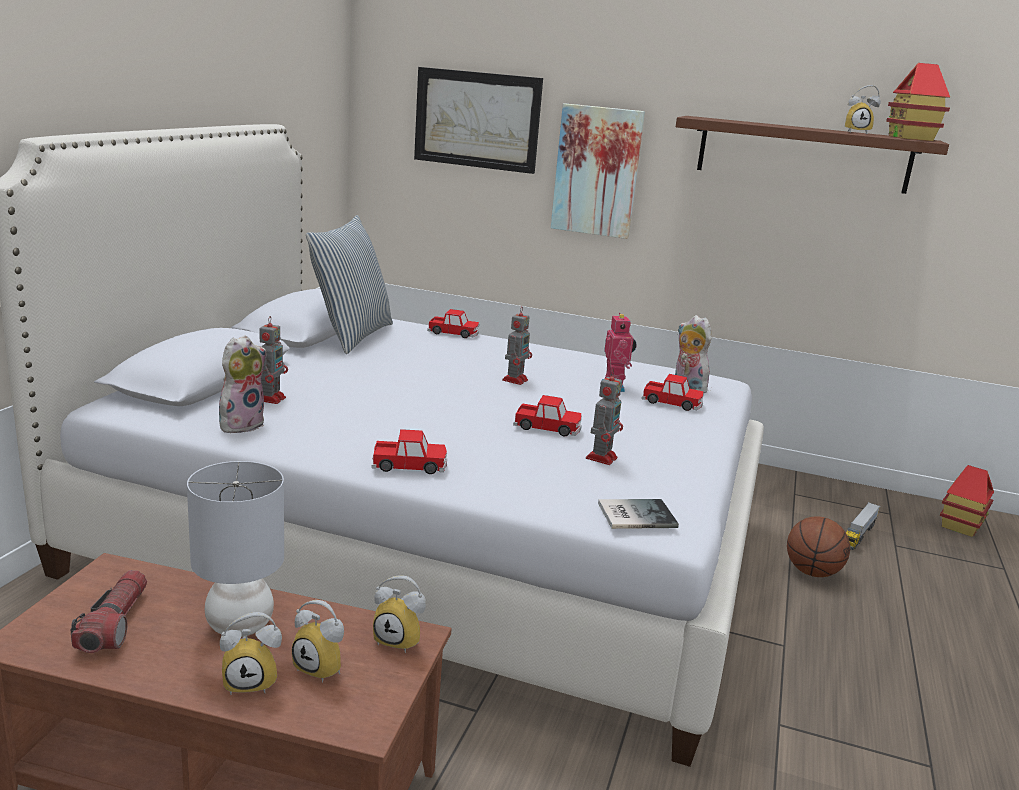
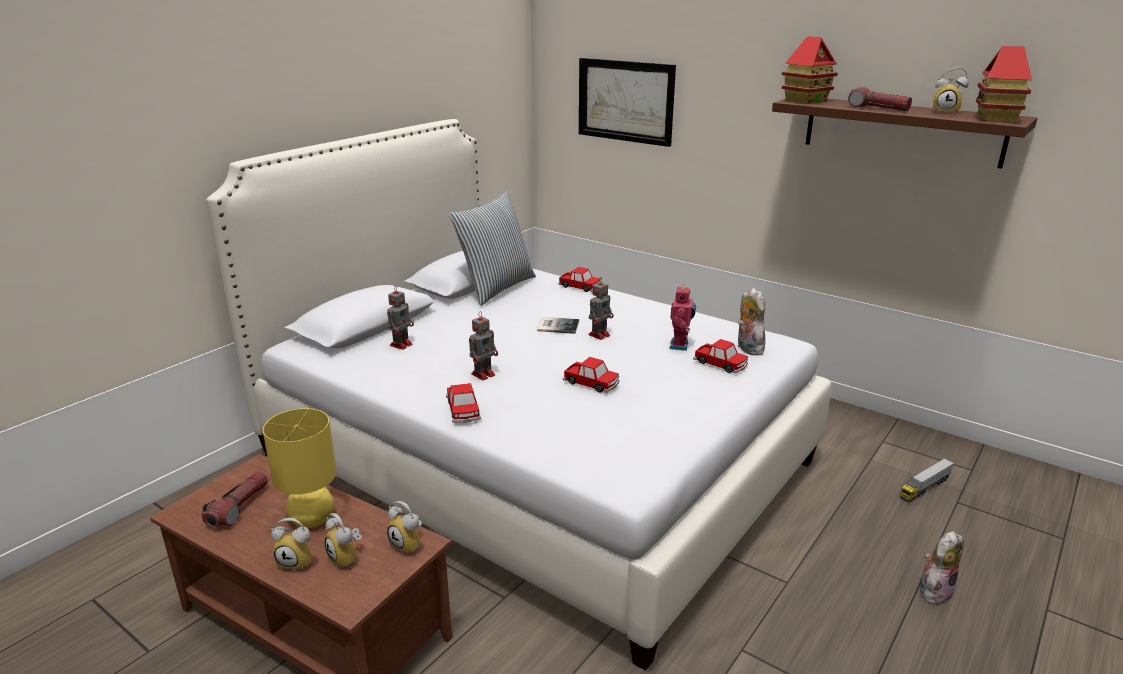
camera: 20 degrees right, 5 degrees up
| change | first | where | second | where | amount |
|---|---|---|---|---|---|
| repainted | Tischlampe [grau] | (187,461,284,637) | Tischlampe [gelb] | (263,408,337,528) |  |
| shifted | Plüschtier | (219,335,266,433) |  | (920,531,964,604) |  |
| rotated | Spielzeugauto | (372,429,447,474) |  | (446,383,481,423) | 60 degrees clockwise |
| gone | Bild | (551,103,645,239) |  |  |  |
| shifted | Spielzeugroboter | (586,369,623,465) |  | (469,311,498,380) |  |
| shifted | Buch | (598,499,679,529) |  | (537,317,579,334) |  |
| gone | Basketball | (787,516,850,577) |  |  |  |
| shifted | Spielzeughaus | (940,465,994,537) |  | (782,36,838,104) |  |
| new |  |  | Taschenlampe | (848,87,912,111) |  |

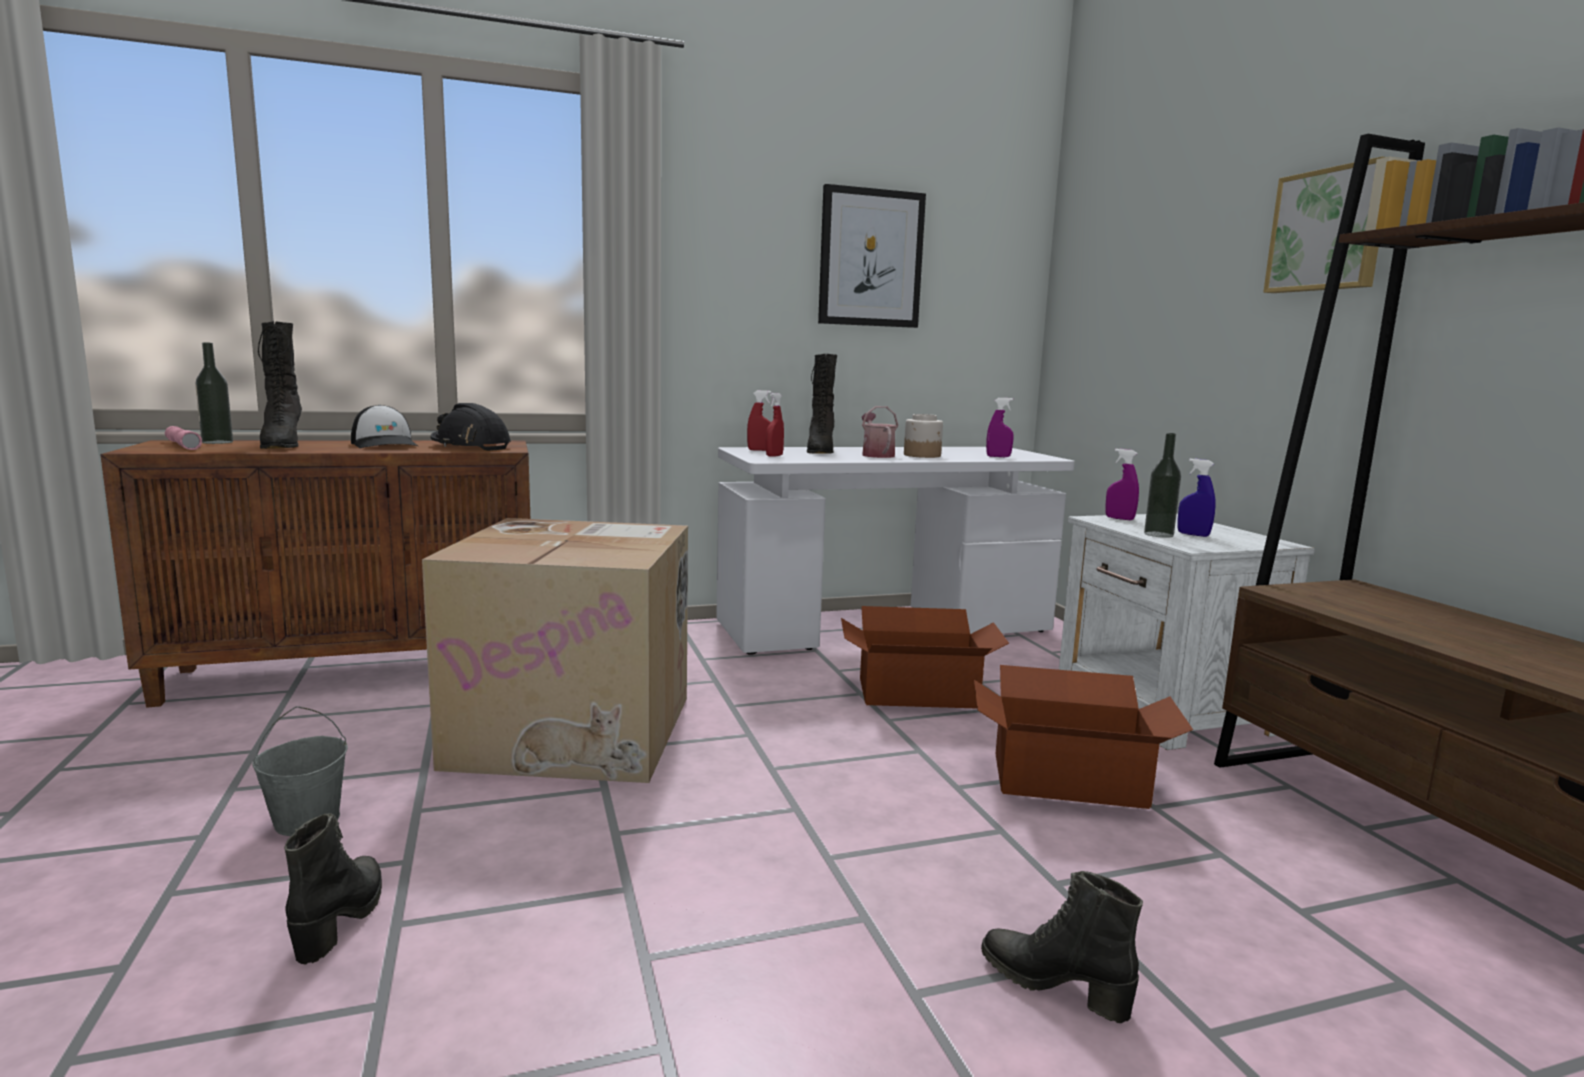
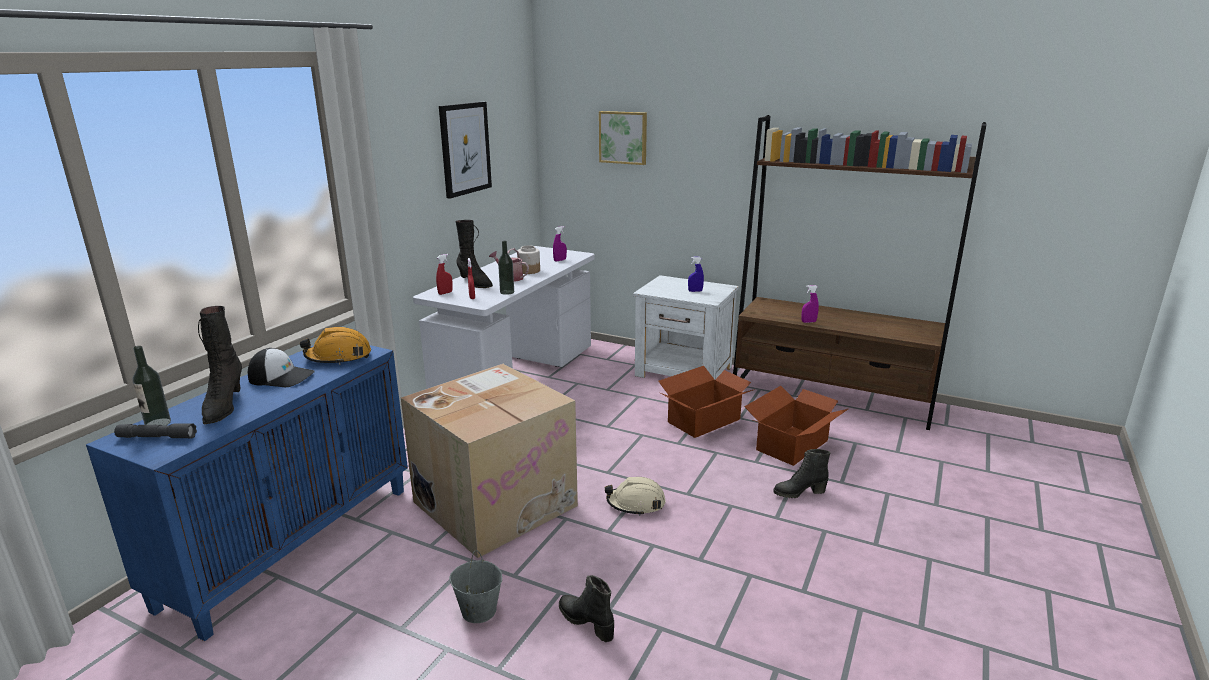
camera: 45 degrees left, 10 degrees up
| change | first | where | second | where | amount |
|---|---|---|---|---|---|
| repainted | Schrank [braun] | (100,440,530,708) | Schrank [blau] | (86,345,408,641) |  |
| repainted | Taschenlampe [rosa] | (165,426,202,450) | Taschenlampe [grau] | (114,423,197,439) |  |
| rotated | Stiefel [schwarz] | (258,321,302,449) |  | (198,306,242,425) | 60 degrees clockwise |
| repainted | Schutzhelm [schwarz] | (431,403,511,451) | Schutzhelm [orange] | (300,327,371,365) |  |
| shifted | Karton | (841,606,1009,709) |  | (744,386,848,466) |  |
| shifted | Sprühflasche [lila] | (1105,449,1139,520) |  | (802,285,819,323) |  |
| shifted | Flasche | (1144,433,1181,538) |  | (498,241,514,295) |  |
| shifted | Bild | (1263,157,1385,293) |  | (599,111,647,165) |  |
| new |  |  | Schutzhelm [beige] | (605,477,665,516) |  |

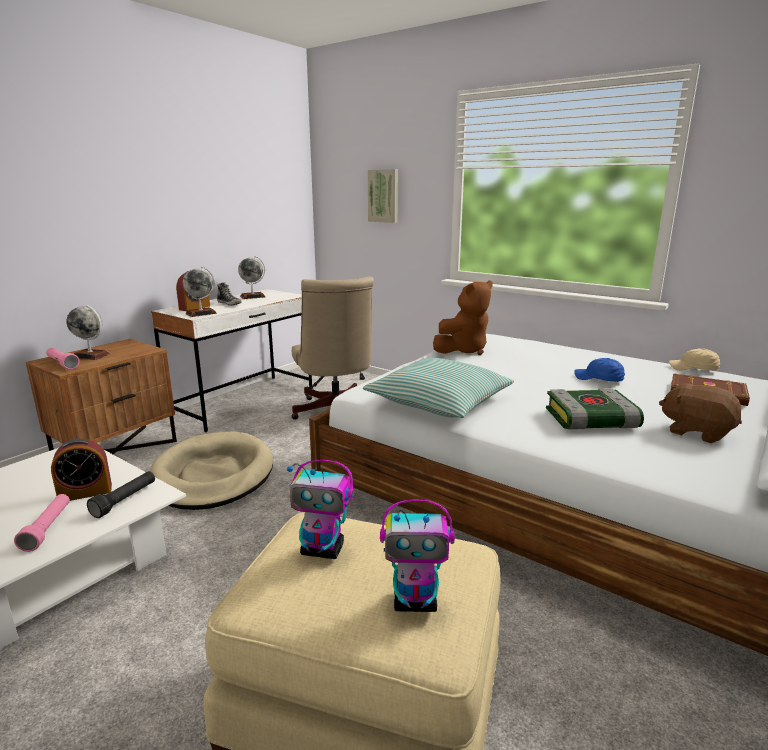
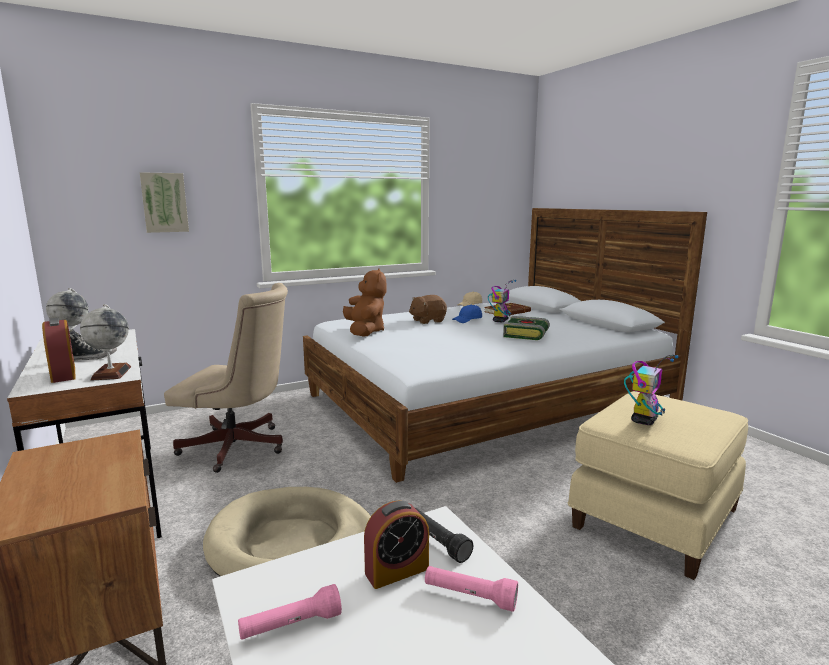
camera: 65 degrees left, 5 degrees down
| change | first | where | second | where | amount |
|---|---|---|---|---|---|
| shifted | Taschenlampe [rosa] | (46,348,80,370) |  | (238,584,342,640) |  |
| rotated | Wecker | (51,438,112,501) |  | (364,500,429,589) | 60 degrees clockwise |
| gone | Globus | (66,305,110,360) |  |  |  |
| gone | Kissen | (363,358,514,418) |  |  |  |
| shifted | Spielzeugroboter | (380,499,455,612) |  | (488,280,516,322) |  |
| shifted | Plüschtier [braun] | (659,382,742,443) |  | (409,295,447,324) |  |

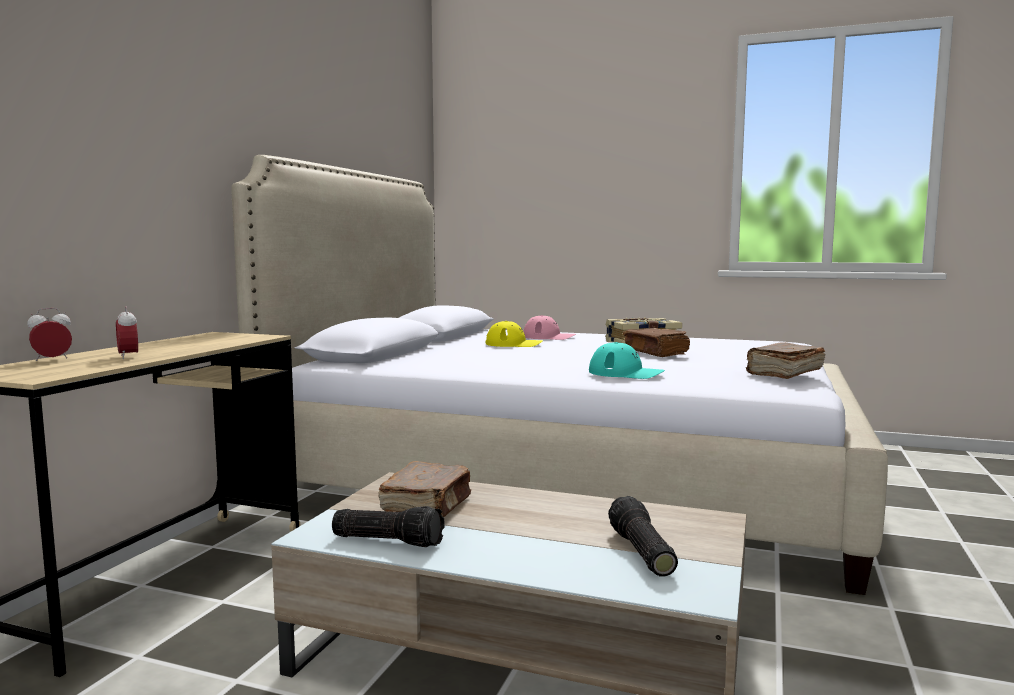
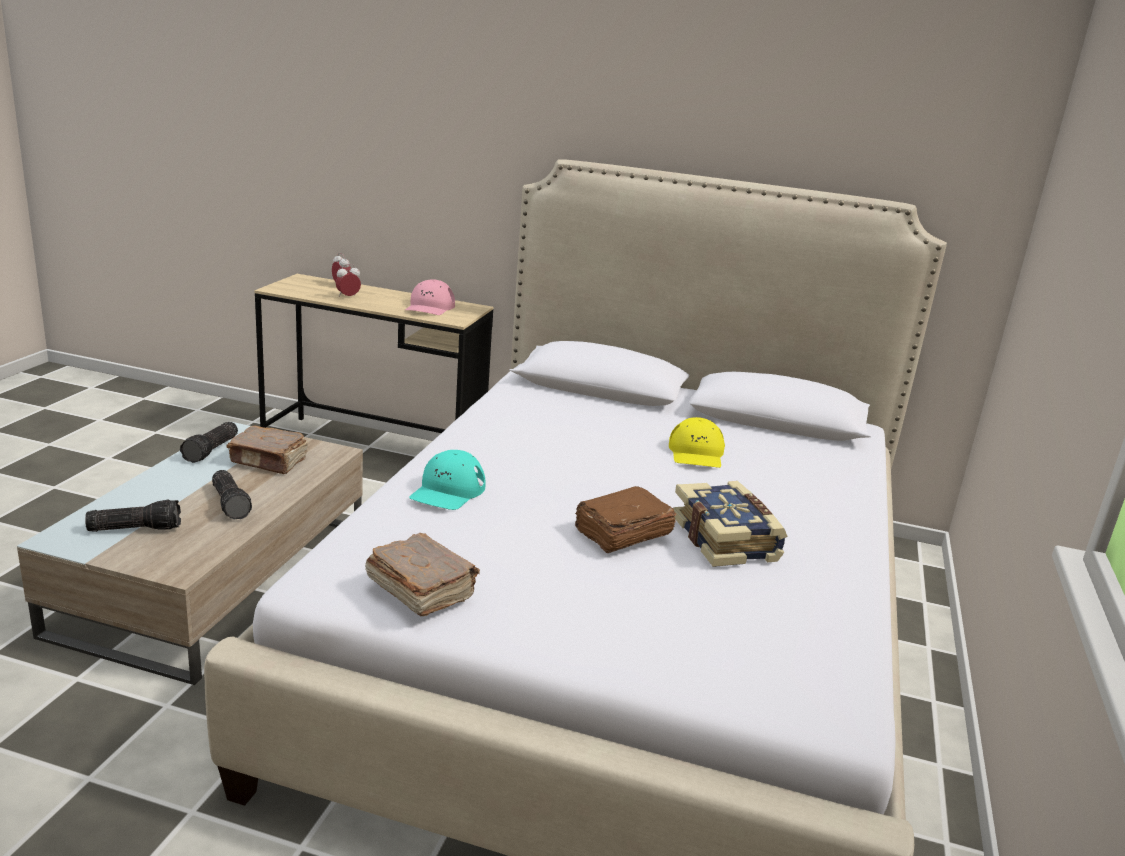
camera: 85 degrees right, 15 degrees up
| change | first | where | second | where | amount |
|---|---|---|---|---|---|
| shifted | Kappe [rosa] | (523,315,576,340) |  | (405,279,455,315) |  |
| new |  |  | Taschenlampe | (212,470,252,520) |  |

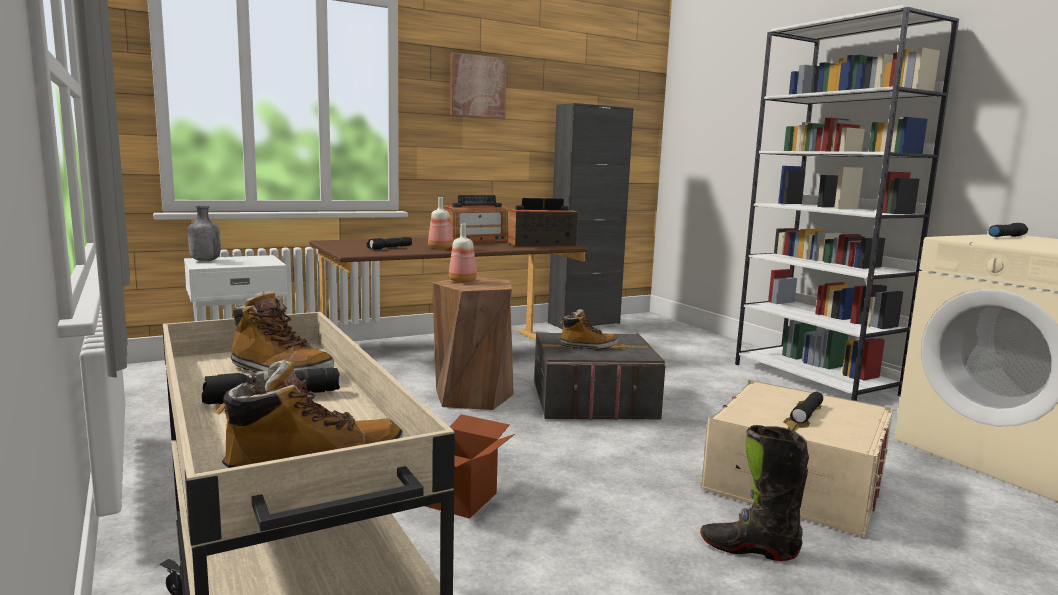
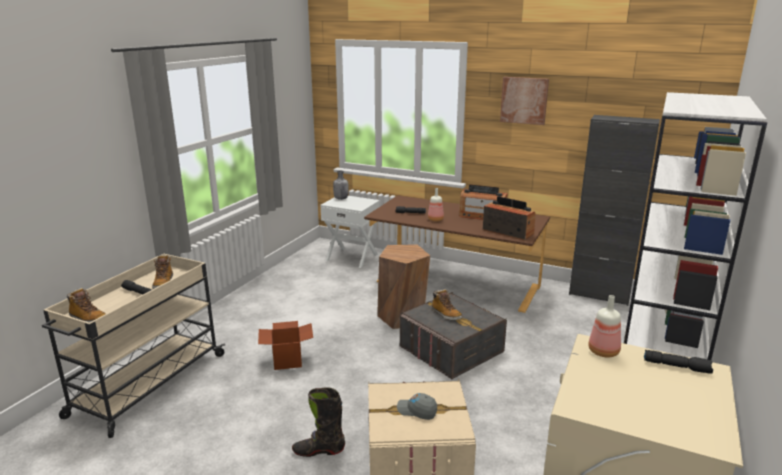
camera: 55 degrees right, 10 degrees up
| change | first | where | second | where | amount |
|---|---|---|---|---|---|
| shifted | Flasche | (449,224,477,283) |  | (588,295,621,358) |  |
| rotated | Stiefel [schwarz] | (700,425,809,561) |  | (292,387,345,457) | 75 degrees counterclockwise |
| swapped | Taschenlampe [schwarz] | (790,392,823,424) | Kappe [grau] | (397,393,437,420) |  |

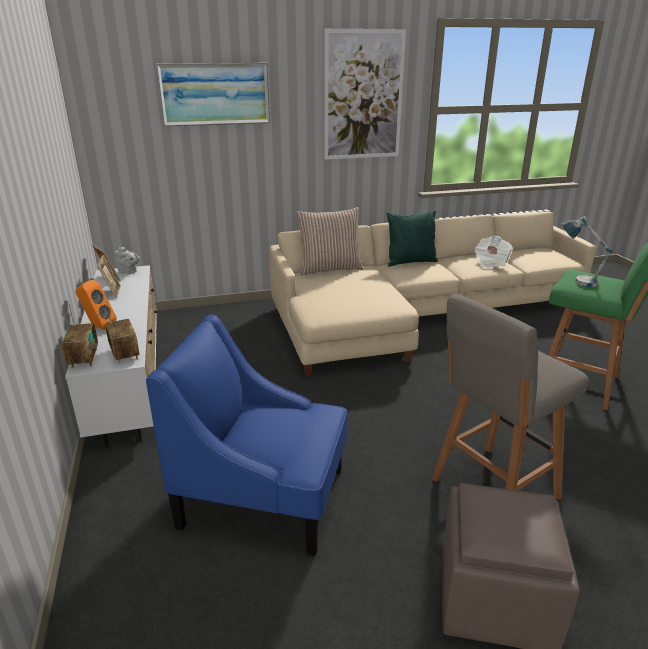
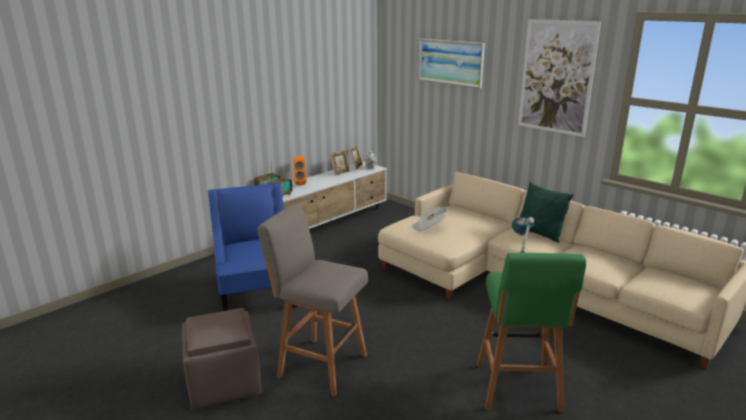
camera: 60 degrees right, 5 degrees down
| change | first | where | second | where | amount |
|---|---|---|---|---|---|
| gone | Kissen | (296,207,363,275) |  |  |  |
| shifted | Zeitung | (474,236,513,268) |  | (410,207,448,232) |  |

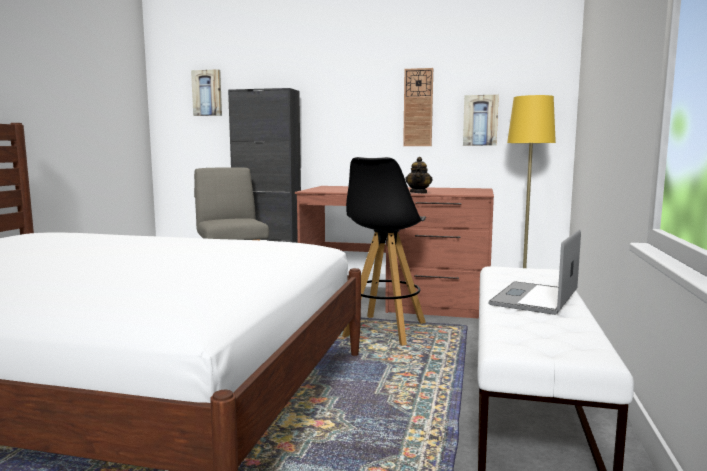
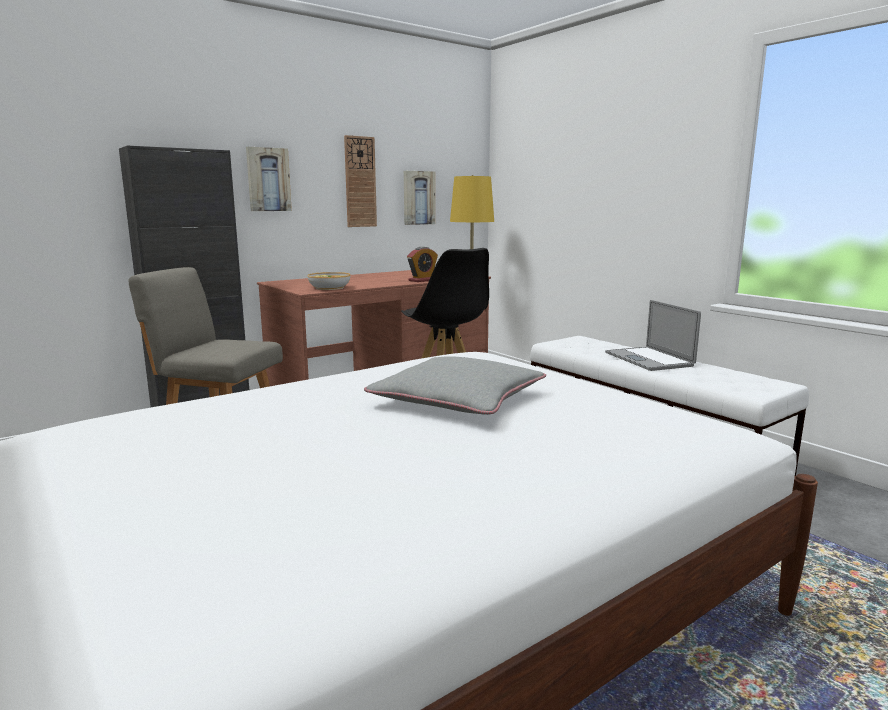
camera: 50 degrees left, 5 degrees up
| change | first | where | second | where | amount |
|---|---|---|---|---|---|
| shifted | Bild | (191,69,222,116) |  | (246,147,292,211) |  |
| swapped | Teekanne | (405,157,433,193) | Wecker | (407,247,438,282) |  |
| new |  |  | Schüssel | (307,272,350,290) |  |
| new |  |  | Kissen [grau] | (364,356,546,415) |  |

